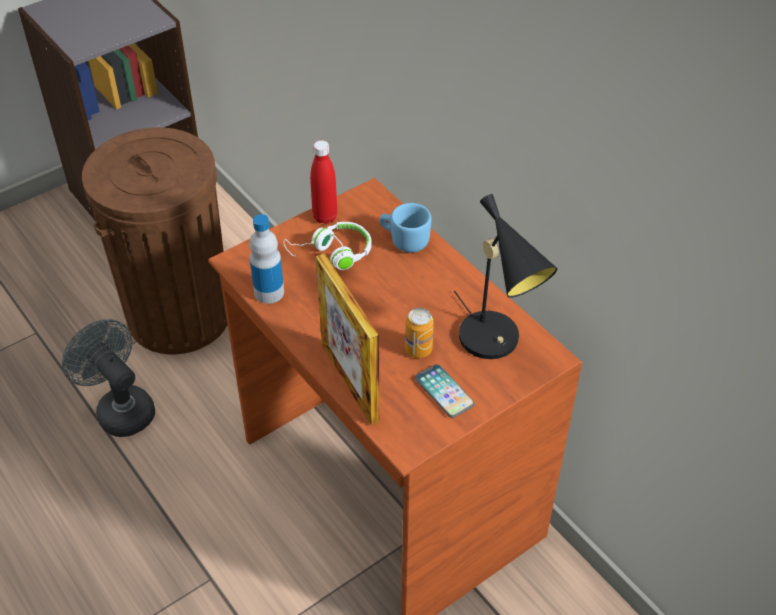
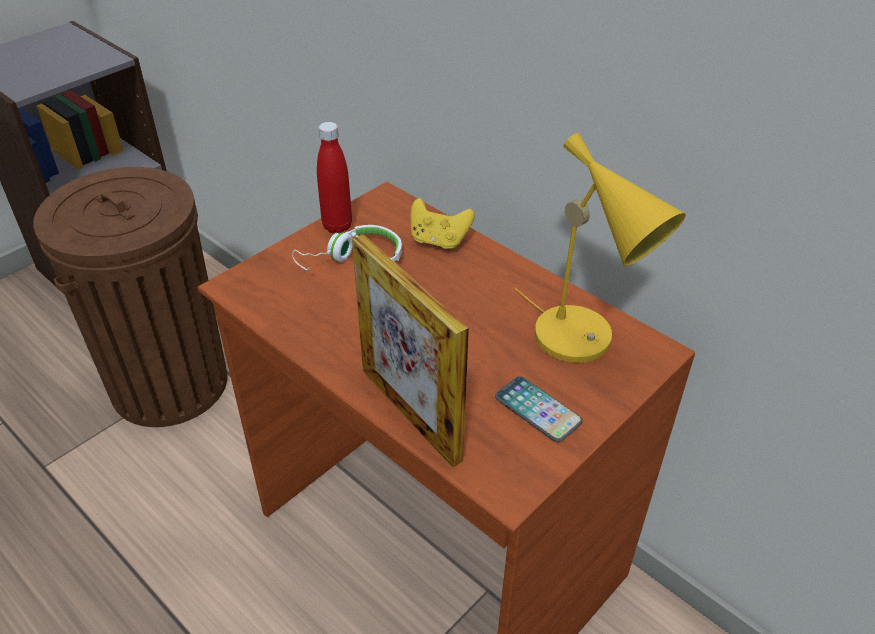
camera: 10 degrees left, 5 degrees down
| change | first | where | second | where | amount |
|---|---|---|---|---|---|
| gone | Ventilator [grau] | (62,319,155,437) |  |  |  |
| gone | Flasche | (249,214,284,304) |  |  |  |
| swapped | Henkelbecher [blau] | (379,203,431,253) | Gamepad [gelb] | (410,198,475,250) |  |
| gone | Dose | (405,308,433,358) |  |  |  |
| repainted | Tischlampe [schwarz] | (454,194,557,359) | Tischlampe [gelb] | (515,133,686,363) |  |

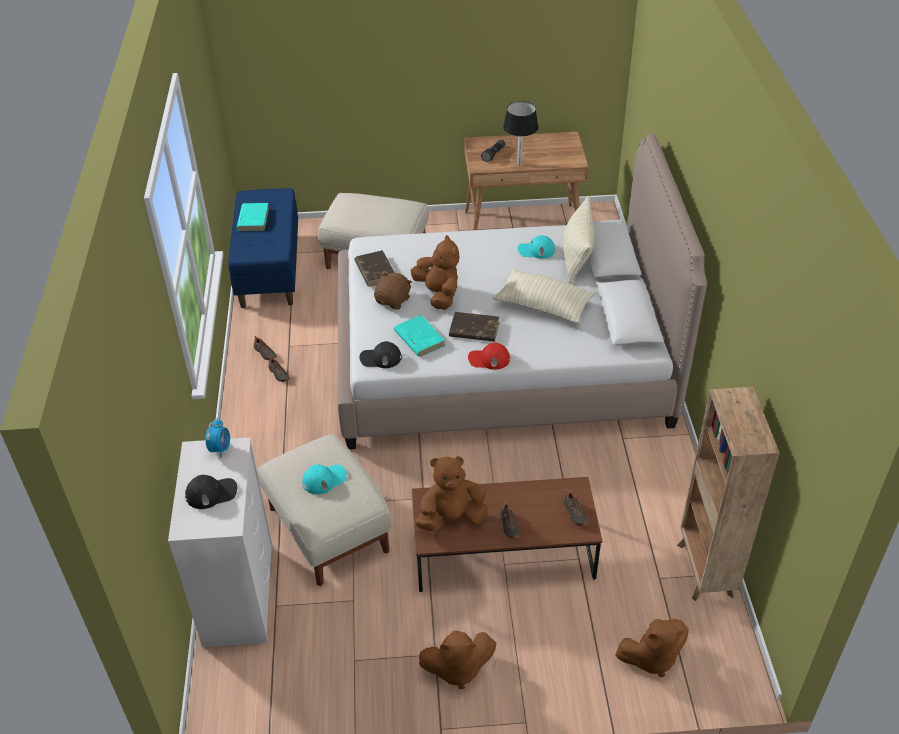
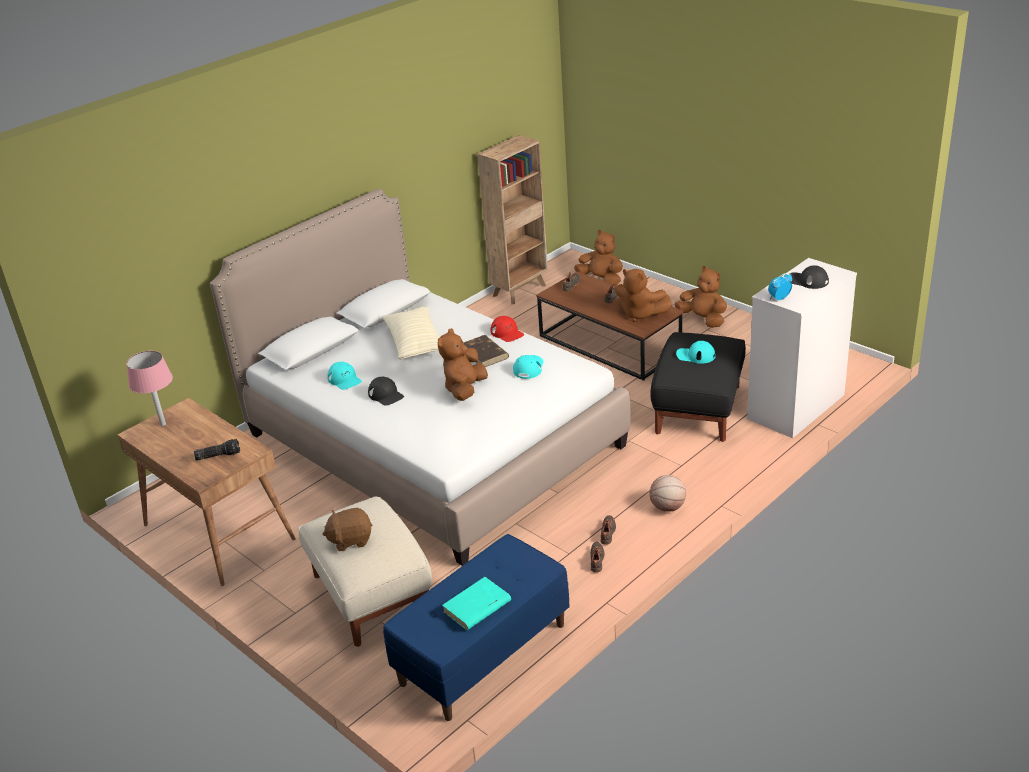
camera: 130 degrees left, 10 degrees down
| change | first | where | second | where | amount |
|---|---|---|---|---|---|
| repainted | Polsterhocker [beige] | (257,434,392,586) | Polsterhocker [schwarz] | (650,332,746,442) |  |
| gone | Buch [braun] | (354,250,395,287) |  |  |  |
| shifted | Kappe [schwarz] | (359,341,402,368) |  | (368,377,404,406) |  |
| shifted | Plüschtier [braun] | (374,272,412,310) |  | (322,508,372,551) |  |
| swapped | Buch [türkis] | (394,315,445,357) | Kappe [türkis] | (513,355,543,379) |  |
| gone | Tischlampe [schwarz] | (503,101,539,166) |  |  |  |
| gone | Kissen [beige] | (562,196,594,284) |  |  |  |
| new |  |  | Tischlampe [rosa] | (127,351,173,426) |  |
| new |  |  | Basketball | (649,475,686,512) |  |

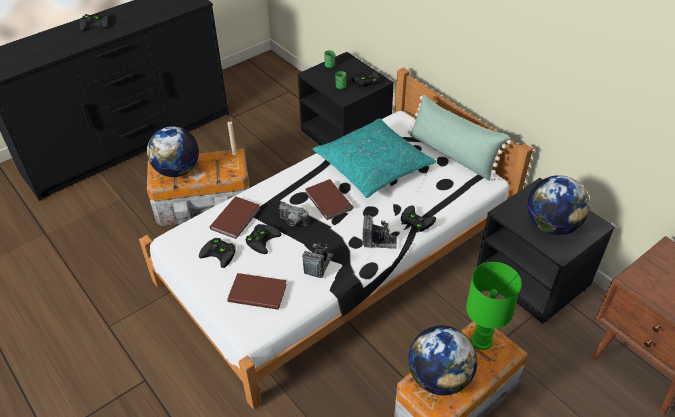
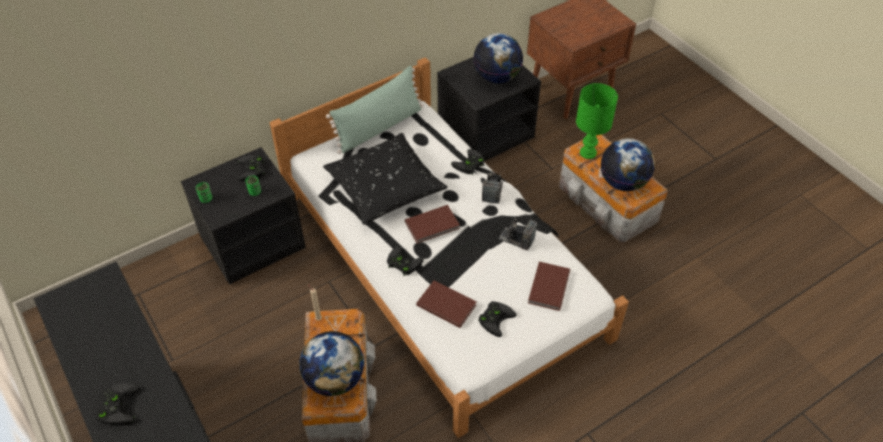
camera: 85 degrees left, 5 degrees up
| change | first | where | second | where | amount |
|---|---|---|---|---|---|
| shifted | Gamepad [schwarz] | (245,224,281,254) |  | (387,246,424,276) |  |
| gone | Kamera | (279,202,309,226) |  |  |  |
| repainted | Kissen [türkis] | (313,118,437,198) | Kissen [schwarz] | (323,133,448,224) |  |

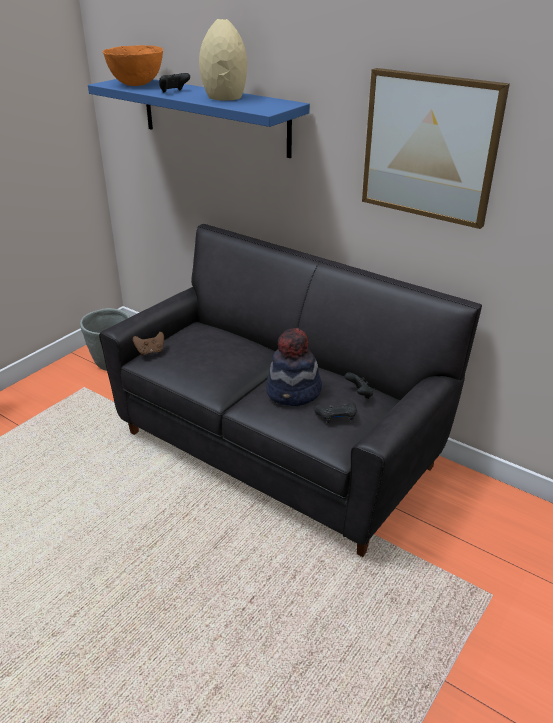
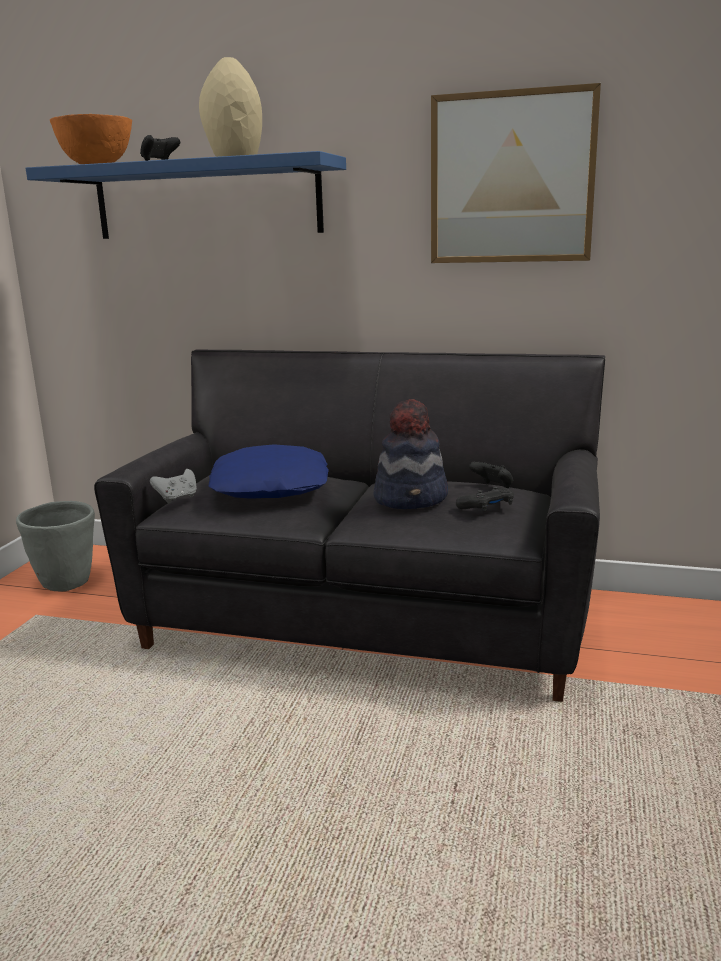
camera: 20 degrees left, 15 degrees down
| change | first | where | second | where | amount |
|---|---|---|---|---|---|
| repainted | Gamepad [braun] | (133,332,164,356) | Gamepad [grau] | (150,469,197,503) |  |
| new |  |  | Kissen [blau] | (208,444,329,499) |  |

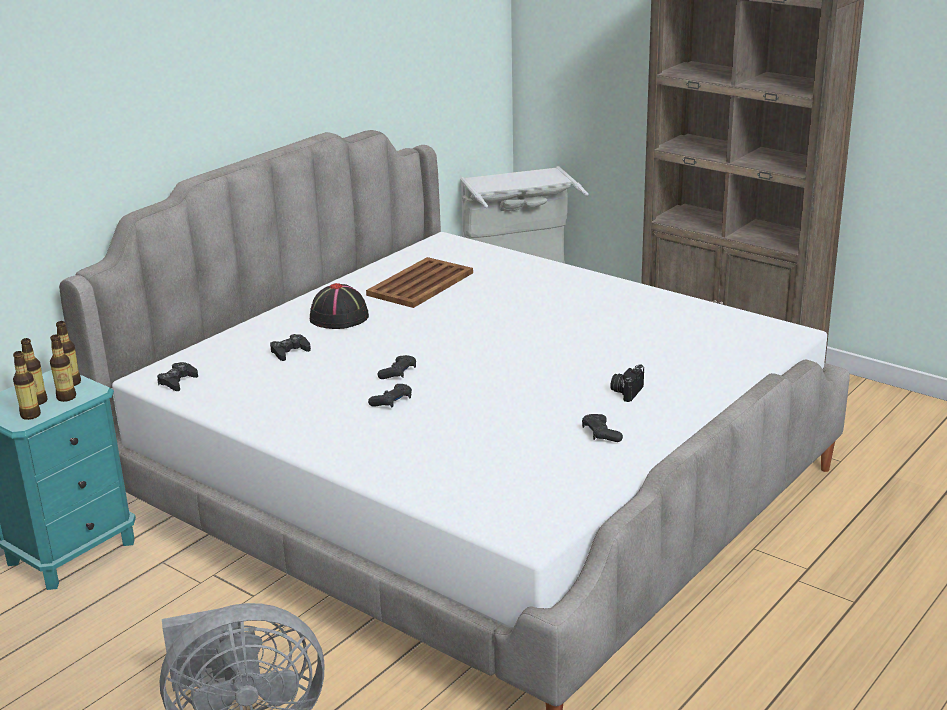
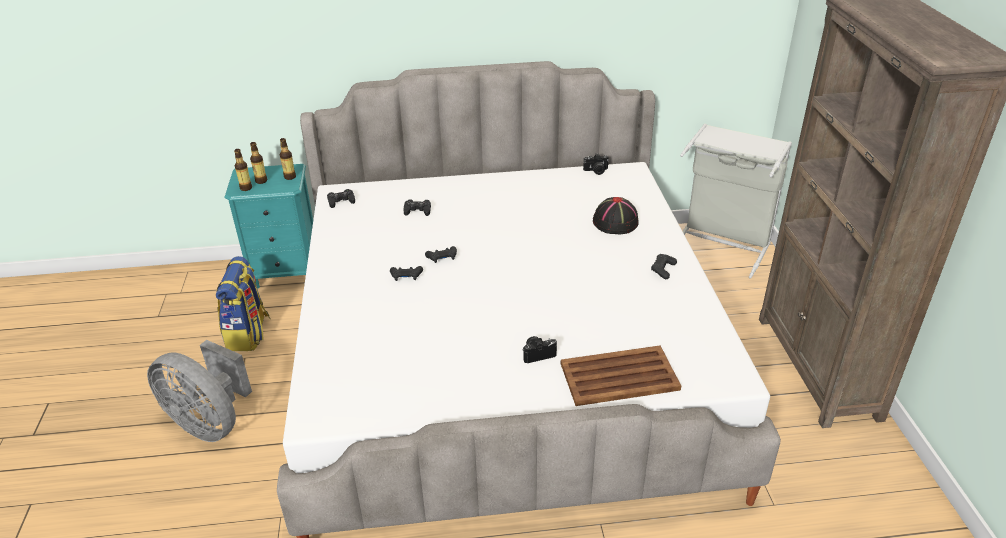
camera: 45 degrees right, 10 degrees up
| change | first | where | second | where | amount |
|---|---|---|---|---|---|
| gone | Flasche | (50,334,76,402) |  |  |  |
| shifted | Hut [schwarz] | (310,283,369,329) |  | (593,197,639,234) |  |
| shifted | Tablett [braun] | (366,257,473,308) |  | (561,346,681,406) |  |
| shifted | Gamepad [schwarz] | (582,414,623,442) |  | (651,254,677,279) |  |
| new |  |  | Rucksack | (216,256,270,351) |  |
| new |  |  | Kamera | (583,153,609,175) |  |

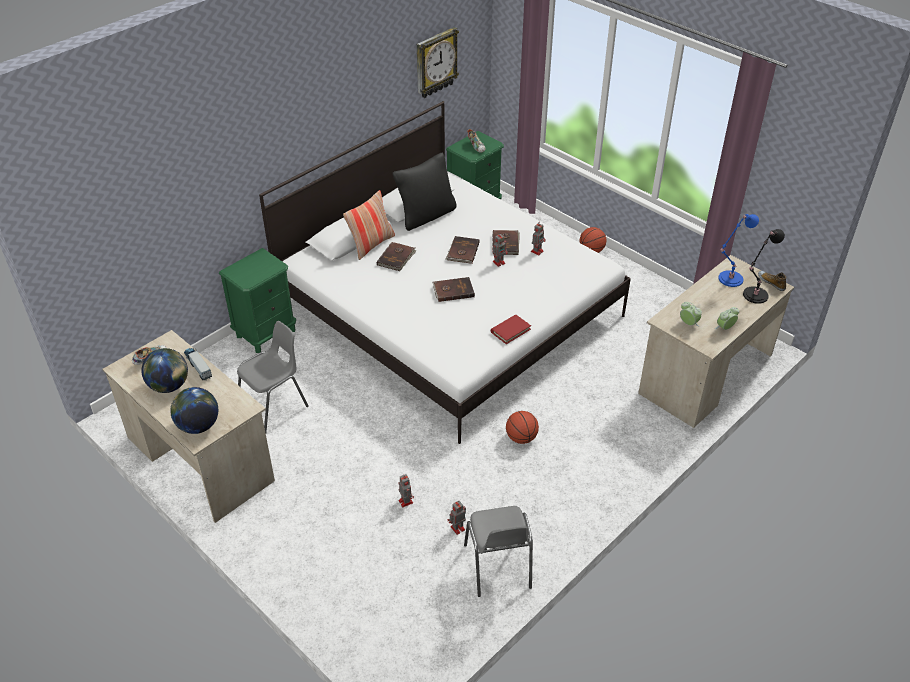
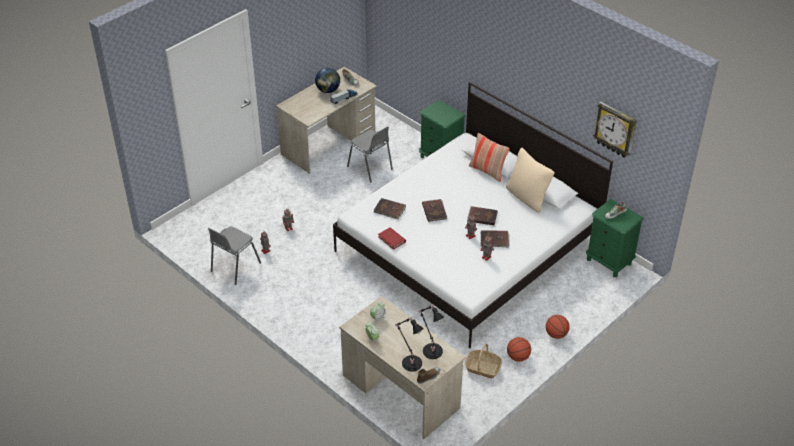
camera: 90 degrees right, 0 degrees up
| change | first | where | second | where | amount |
|---|---|---|---|---|---|
| gone | Globus | (170,387,218,434) |  |  |  |
| shifted | Buch [braun] | (377,242,417,271) |  | (373,198,406,219) |  |
| repainted | Kissen [schwarz] | (392,153,456,231) | Kissen [beige] | (506,148,555,213) |  |
| rotated | Stuhl [grau] | (464,506,533,597) |  | (208,226,261,285) | 45 degrees counterclockwise |
| shifted | Basketball | (506,411,539,444) |  | (507,337,531,362) |  |
| repainted | Tischlampe [blau] | (718,214,759,287) | Tischlampe [schwarz] | (418,305,444,359) |  |
| new |  |  | Korb | (465,344,502,378) |  |

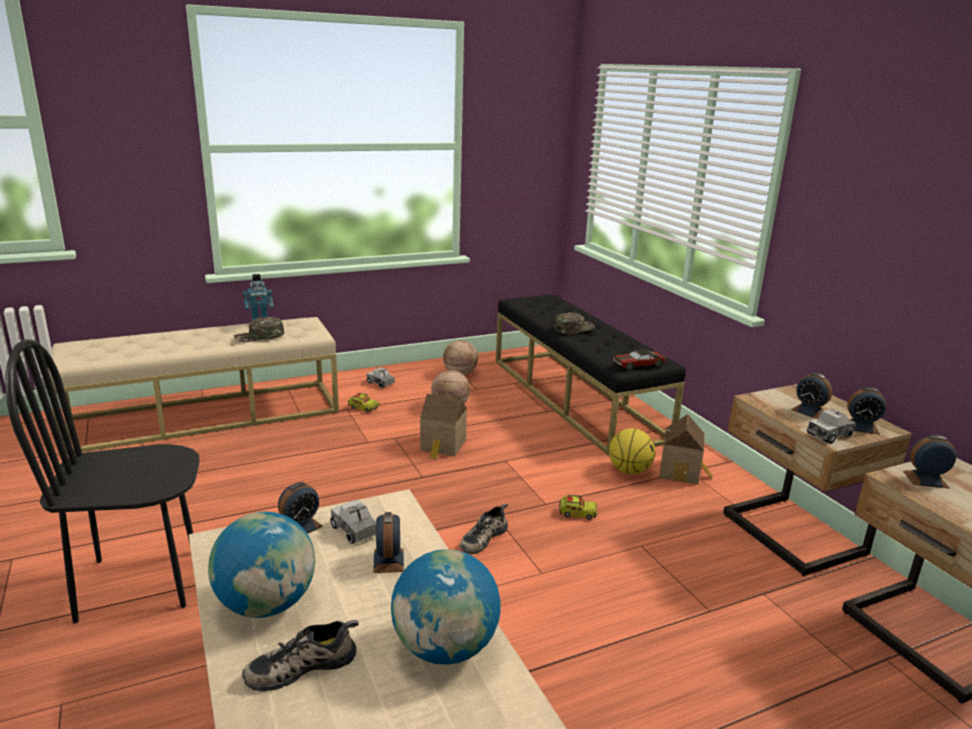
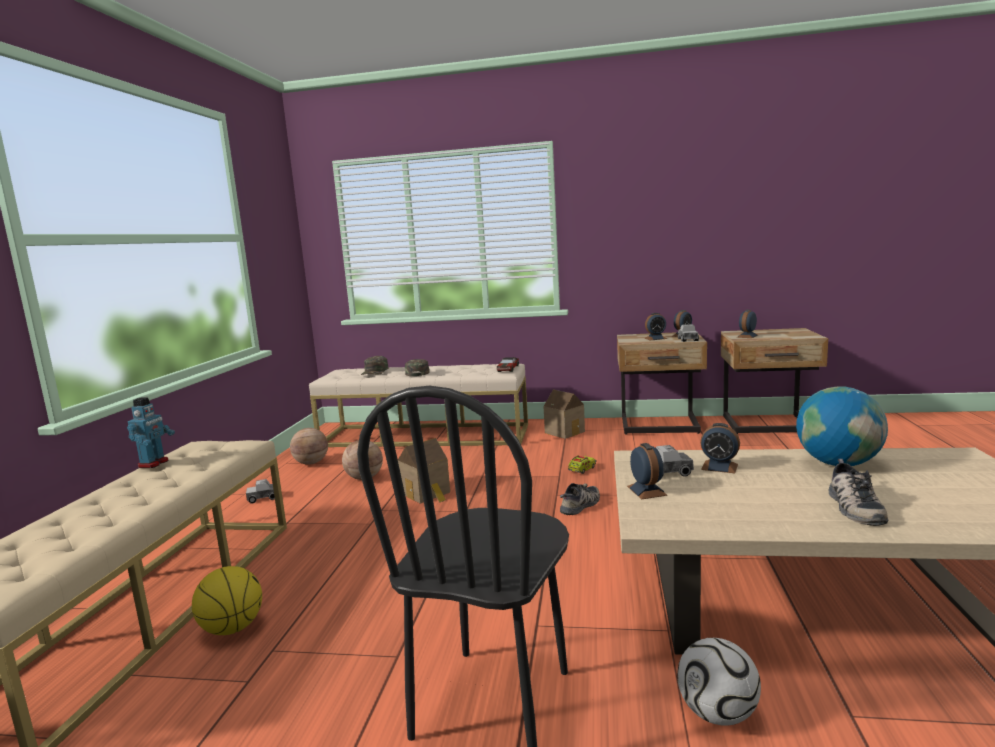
camera: 55 degrees left, 10 degrees down
| change | first | where | second | where | amount |
|---|---|---|---|---|---|
| gone | Globus | (208,512,315,618) |  |  |  |
| shifted | Kappe [grün] | (234,317,284,342) |  | (361,356,389,375) |  |
| gone | Spielzeuglaster | (348,393,380,413) |  |  |  |
| rotated | Schuh | (460,504,508,554) |  | (560,483,600,515) | 120 degrees counterclockwise |
| repainted | Bank [schwarz] | (496,294,686,456) | Bank [beige] | (309,364,528,447) |  |
| shifted | Basketball | (609,428,655,474) |  | (192,566,262,635) |  |
| new |  |  | Fußball | (677,638,761,726) |  |

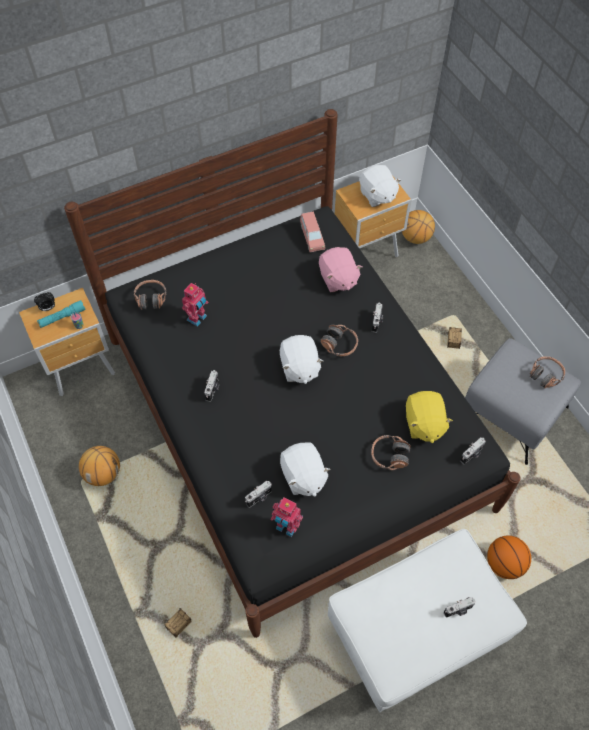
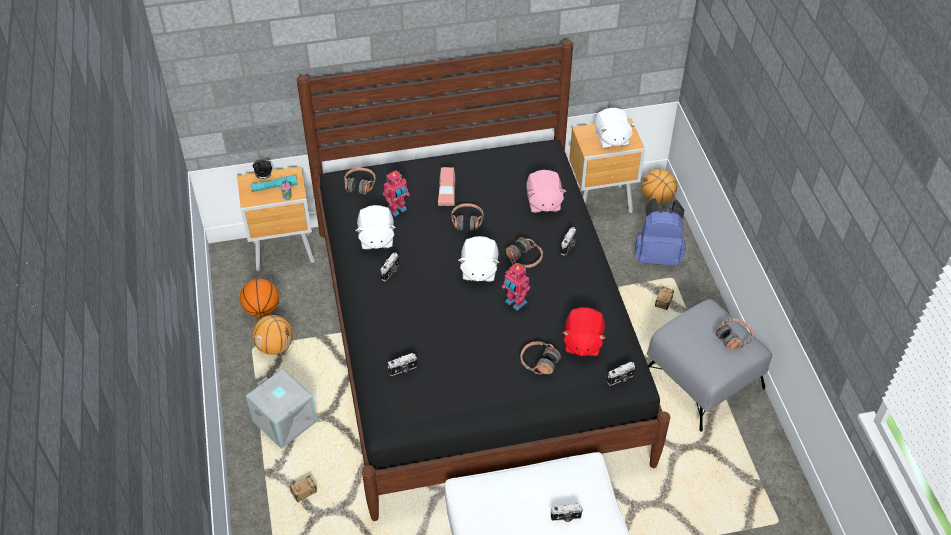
camera: 15 degrees right, 10 degrees down
| change | first | where | second | where | amount |
|---|---|---|---|---|---|
| shifted | Spielzeugroboter | (271,497,303,537) |  | (502,263,530,311) |  |
| shifted | Plüschtier [weiß] | (280,442,331,497) |  | (356,205,396,250) |  |
| shifted | Spielzeugauto [rosa] | (300,212,326,252) |  | (438,167,455,206) |  |
| repainted | Plüschtier [gelb] | (406,391,453,443) | Plüschtier [rot] | (563,307,605,356) |  |
| shifted | Basketball | (487,536,531,579) |  | (240,279,279,317) |  |
| new |  |  | Aufbewahrungsbox [grau] | (246,369,318,449) |  |
| new |  |  | Kopfhörer | (451,203,484,231) |  |
| new |  |  | Rucksack [blau] | (635,198,686,266) |  |

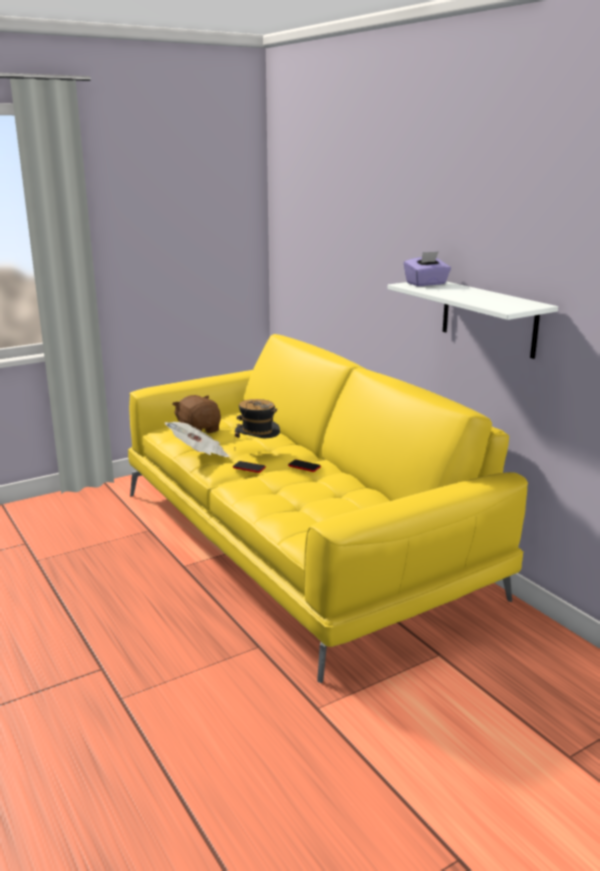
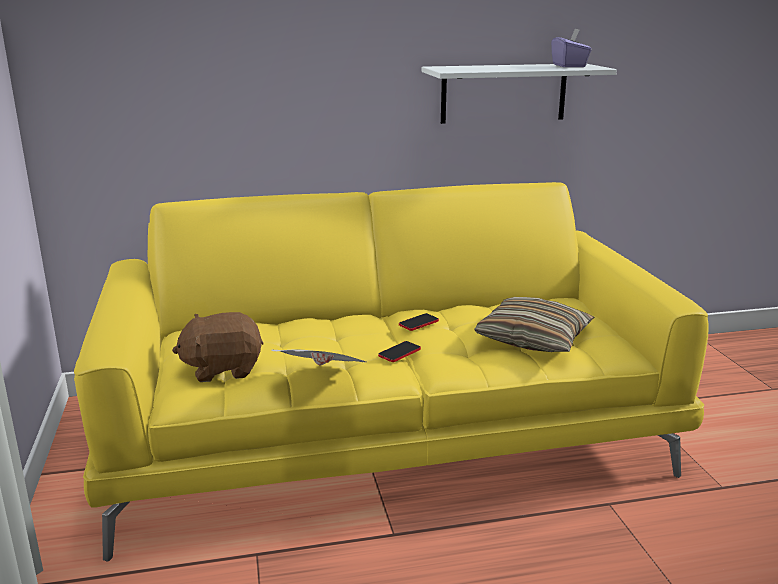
camera: 70 degrees left, 0 degrees up
| change | first | where | second | where | amount |
|---|---|---|---|---|---|
| gone | Hut | (234,399,280,442) |  |  |  |
| shifted | Taschentuchbox [lila] | (404,251,451,286) |  | (551,29,592,67) |  |
| new |  |  | Kissen | (474,297,595,352) |  |

